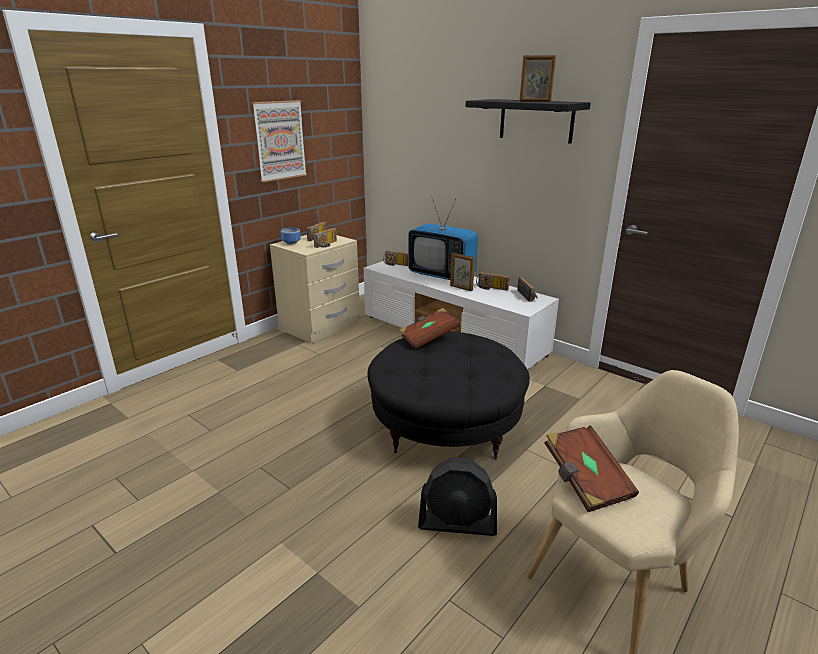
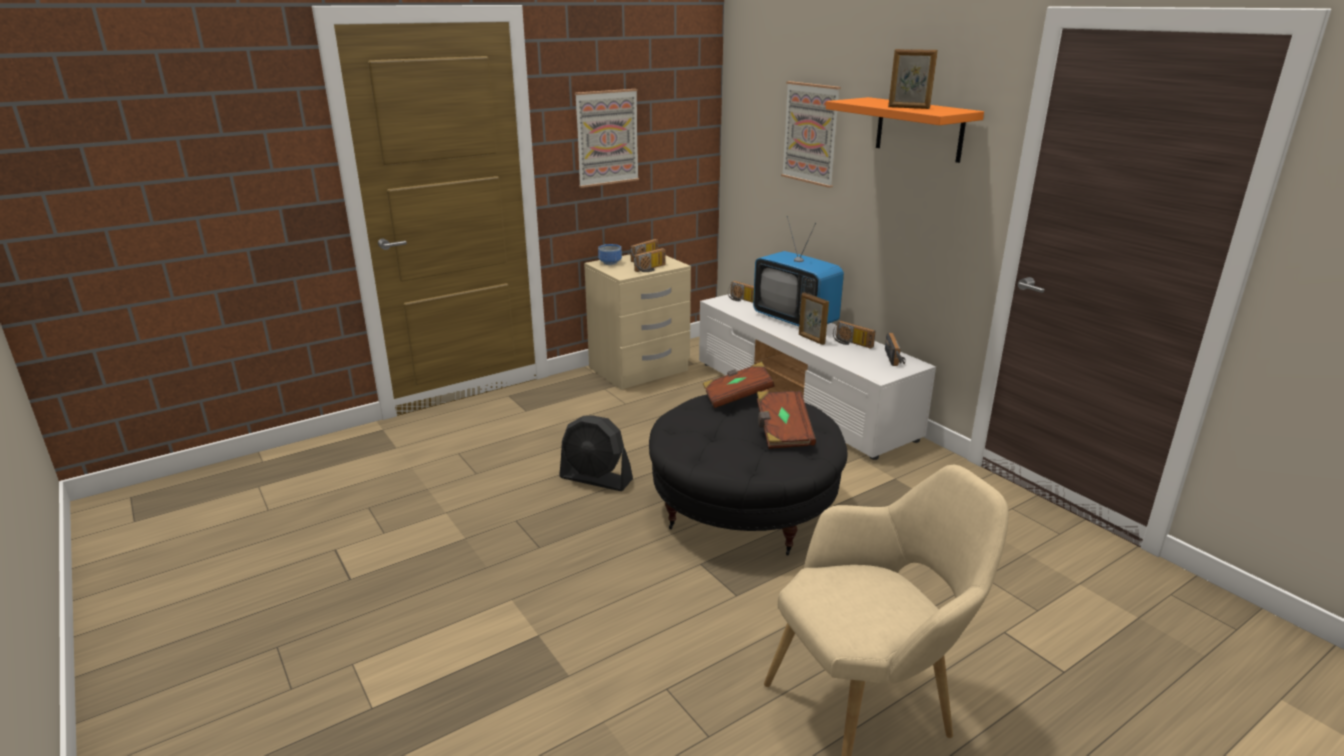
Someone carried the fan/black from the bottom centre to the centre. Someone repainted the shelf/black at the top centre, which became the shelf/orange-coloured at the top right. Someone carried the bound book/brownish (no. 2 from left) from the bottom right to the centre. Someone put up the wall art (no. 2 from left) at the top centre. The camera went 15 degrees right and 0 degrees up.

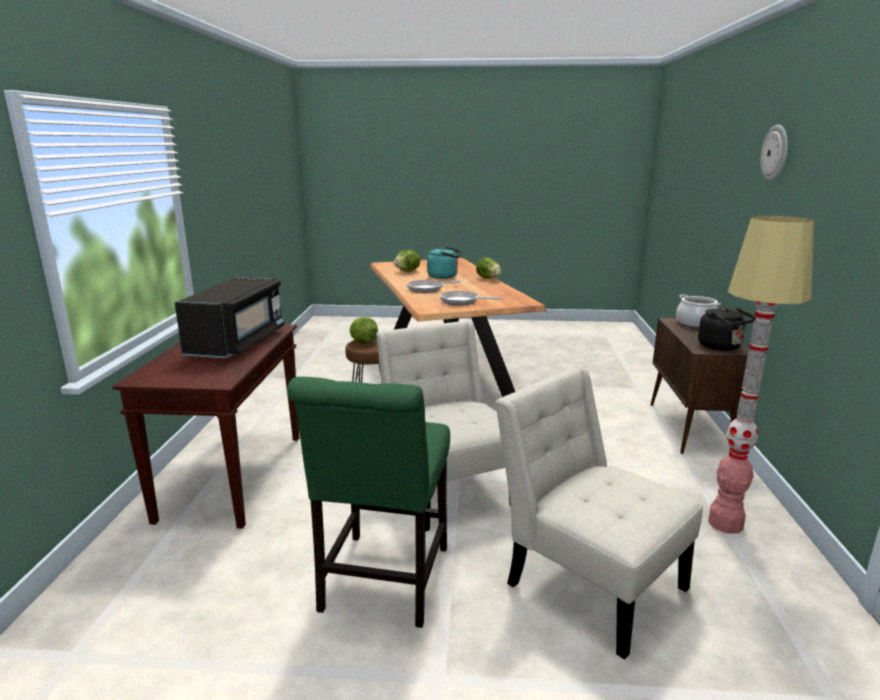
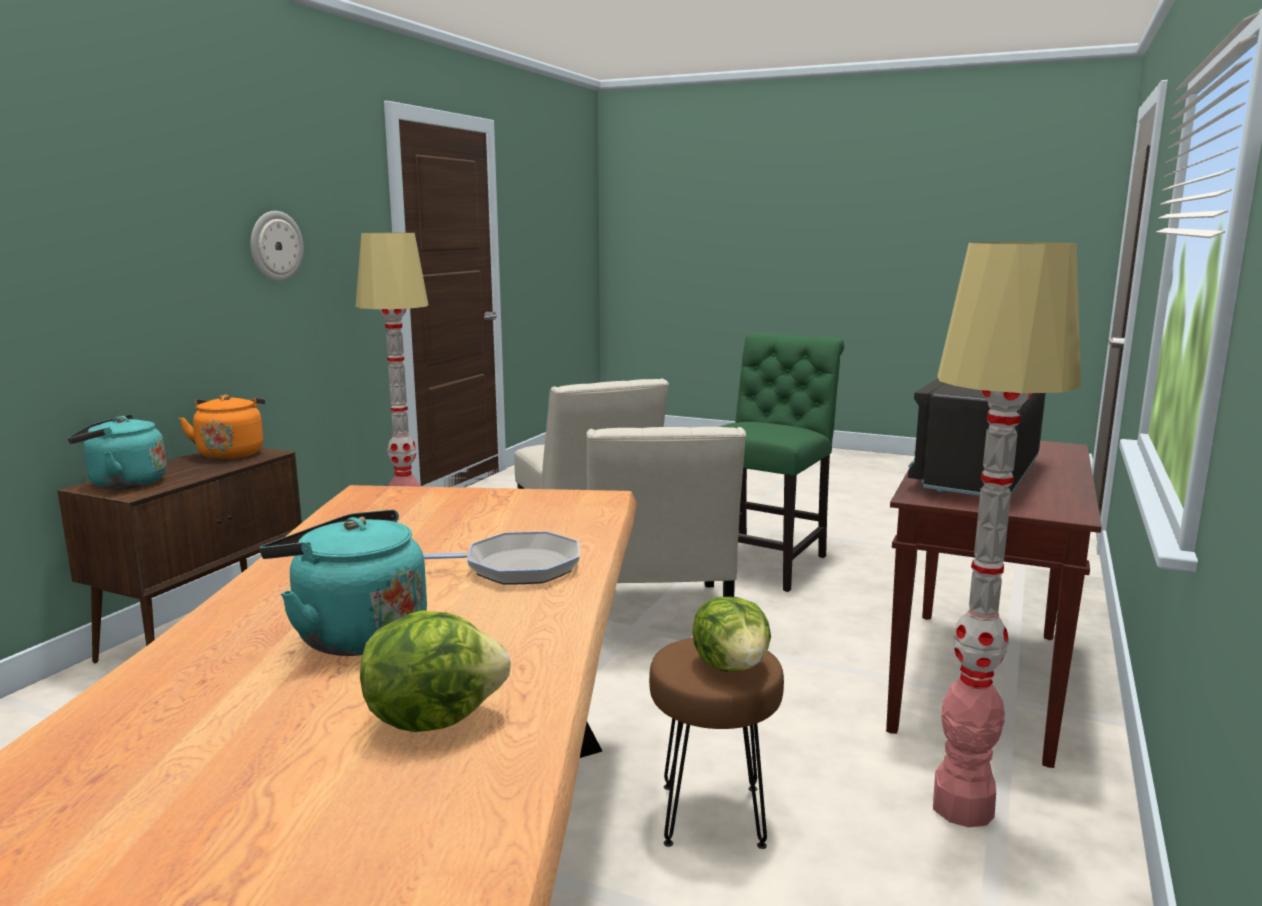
Someone took away the pan (no. 2 from left) at the centre. Someone took away the lettuce (no. 3 from left) at the centre. Someone swapped the stockpot at the middle right for the kettle/turquoise (no. 1 from left) at the middle left. Someone repainted the kettle/black at the middle right, which became the kettle/orange-coloured at the middle left. Someone carried the hanging clock from the top right to the top left. Someone put down the standing lamp (no. 2 from left) at the middle right. The camera went 160 degrees left and 5 degrees down.

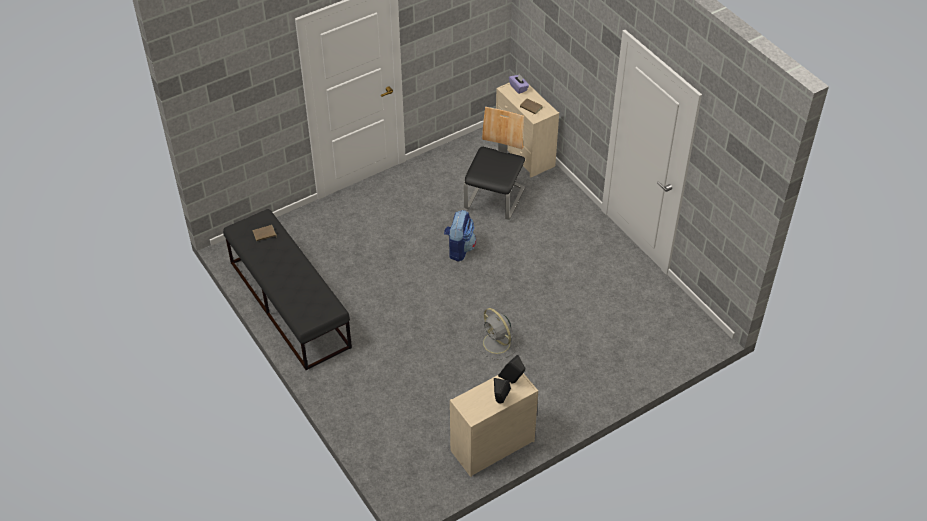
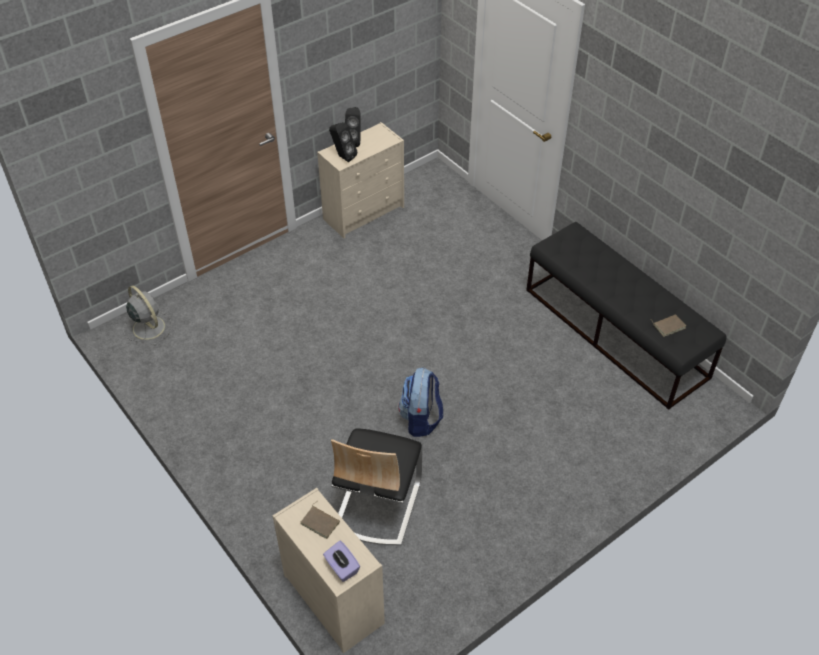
Someone carried the fan/greyish from the centre to the middle left. The camera went 175 degrees right and 0 degrees up.

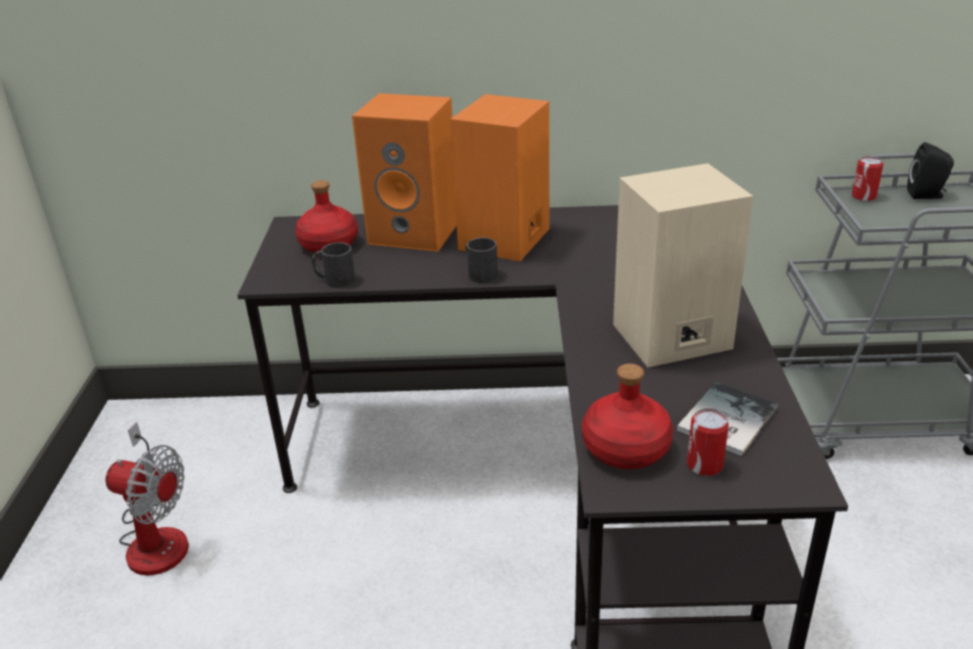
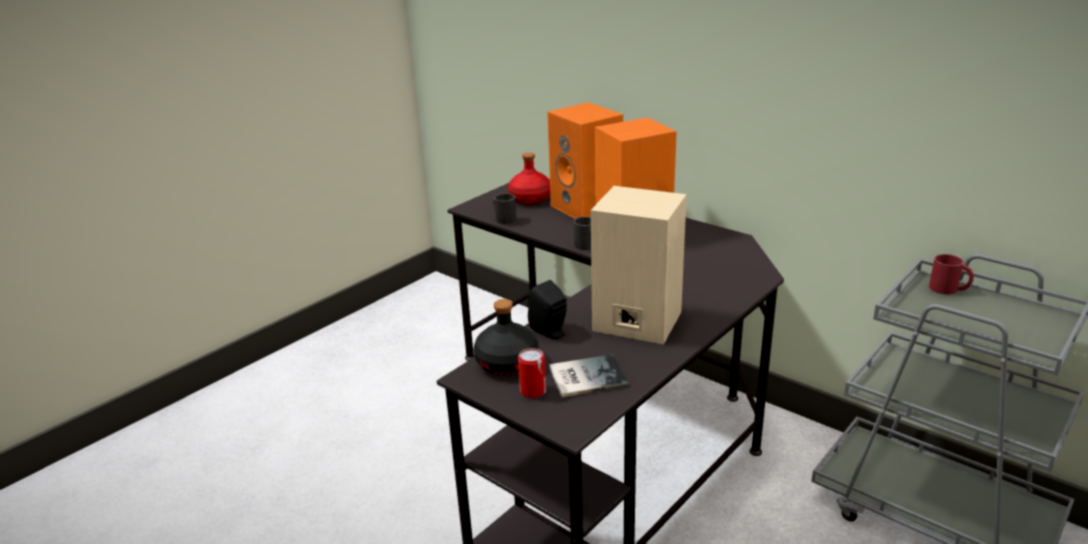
Someone took away the fan at the bottom left. Someone repainted the drink bottle/red-coloured (no. 2 from left) at the centre, which became the drink bottle/black at the centre. Someone swapped the can (no. 2 from left) at the top right for the coffee mug/red-coloured at the middle right. Someone carried the audio speaker/black from the top right to the centre. The camera went 40 degrees right and 5 degrees down.

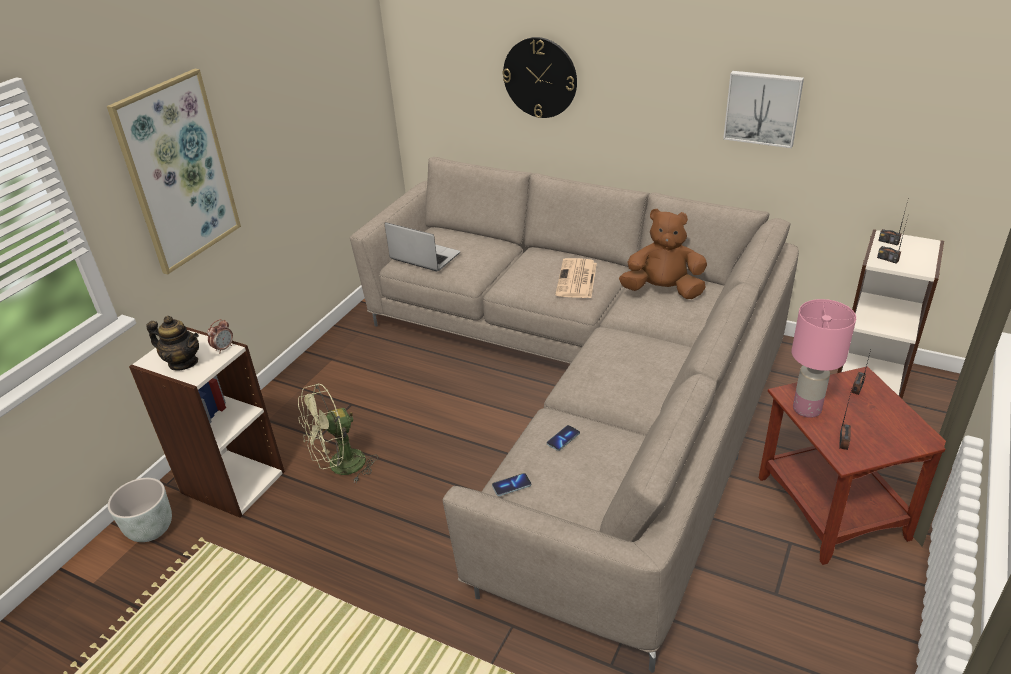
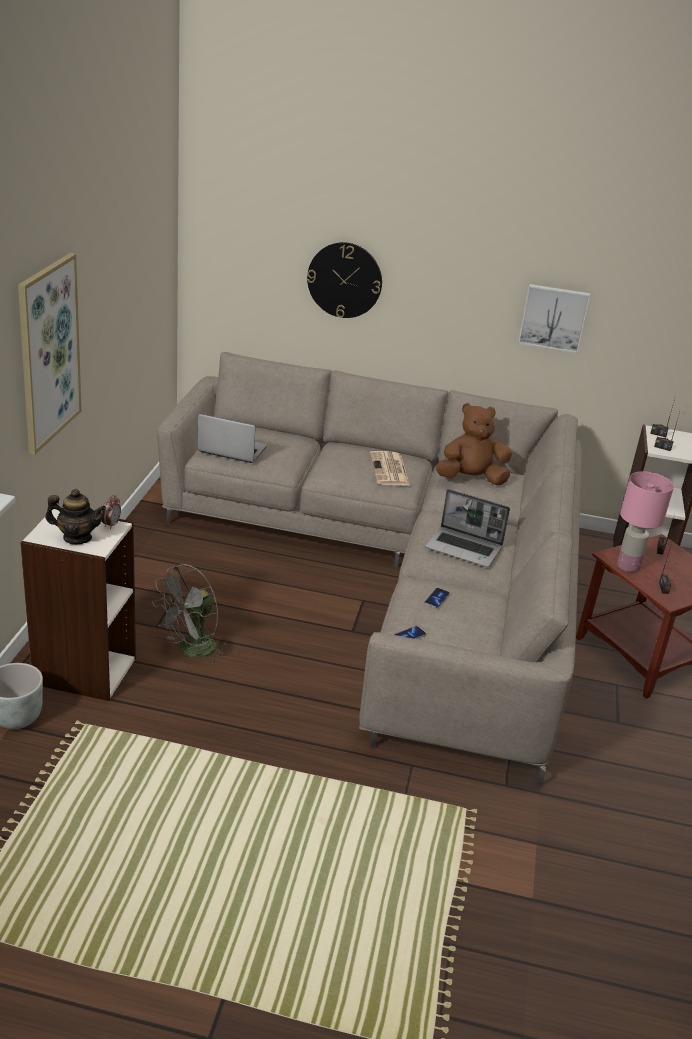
Someone repainted the fan/green-coloured at the centre, which became the fan/greyish at the middle left. Someone put down the laptop (no. 2 from left) at the middle right. The camera went 20 degrees left and 5 degrees down.

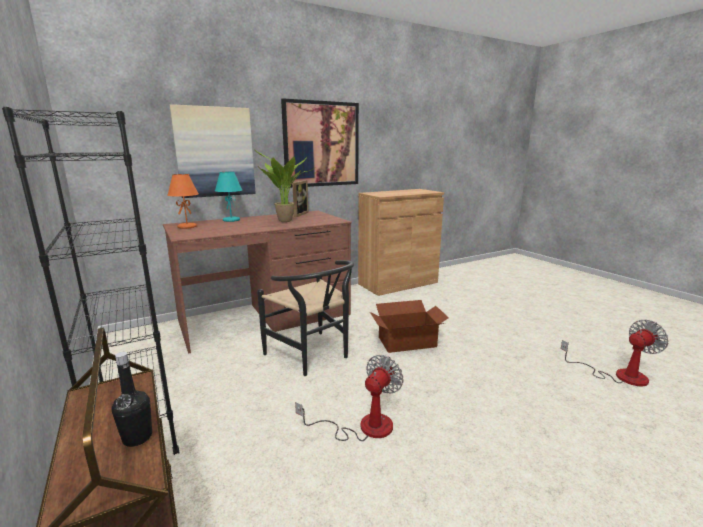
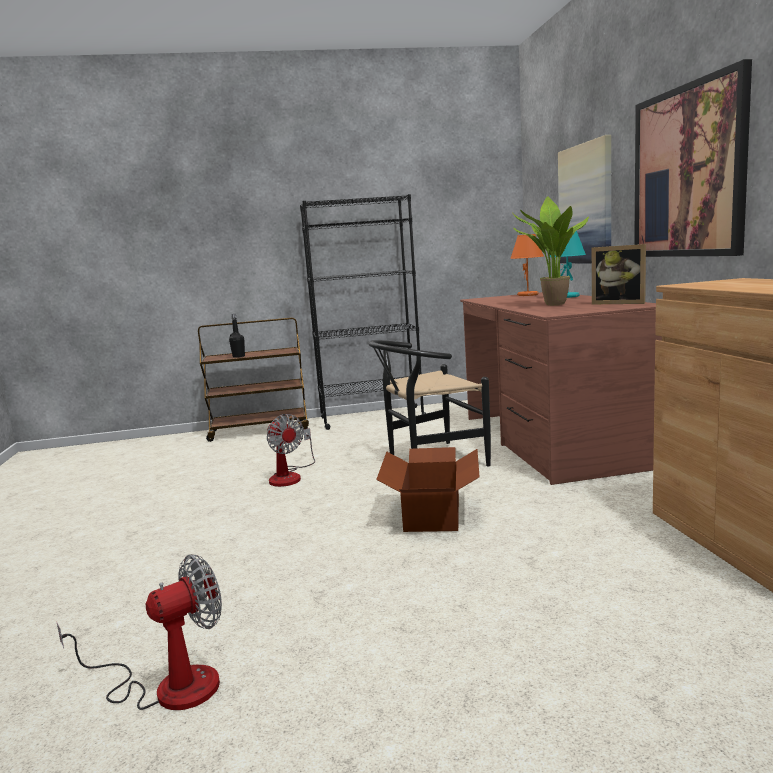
Someone rotated the fan (no. 2 from left in the first image) at the bottom right by 120 degrees counterclockwise. The camera went 110 degrees right and 5 degrees down.

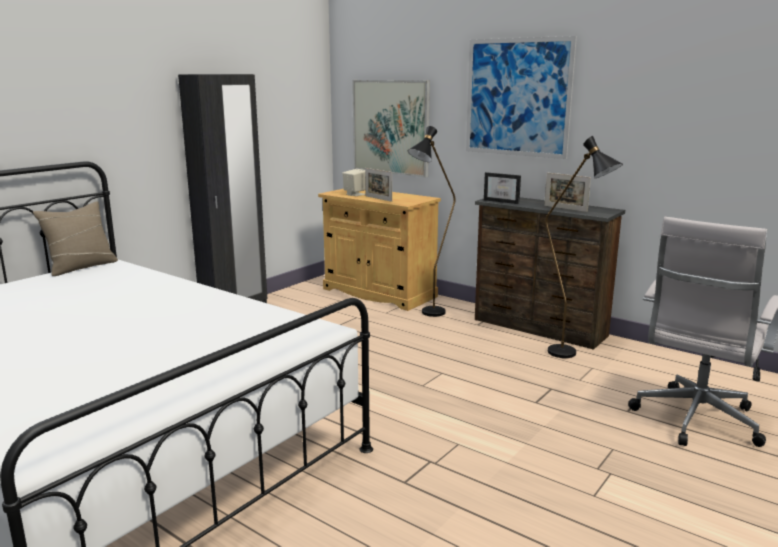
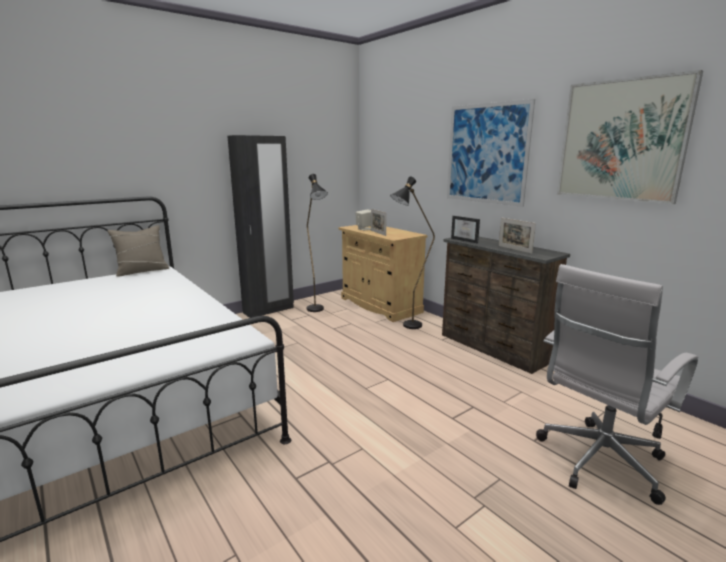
Someone carried the wall art (no. 1 from left in the first image) from the top centre to the top right. Someone carried the standing lamp/black (no. 2 from left in the first image) from the middle right to the centre. The camera went 15 degrees right and 0 degrees up.

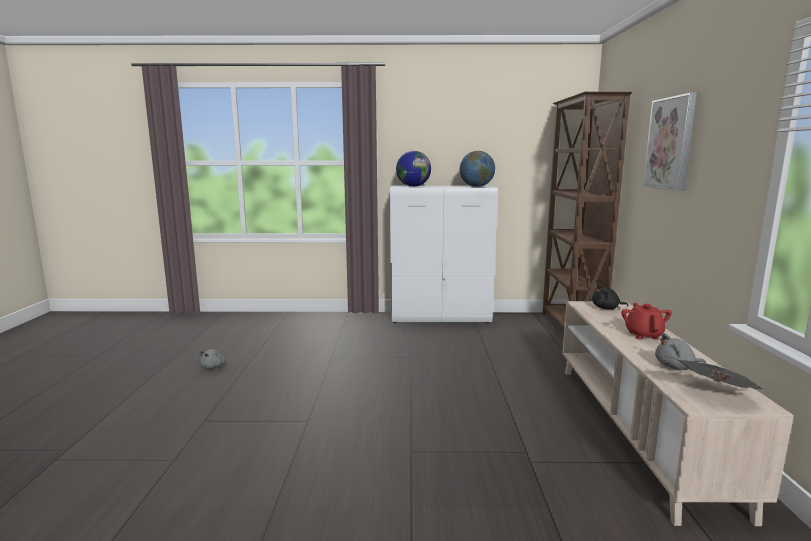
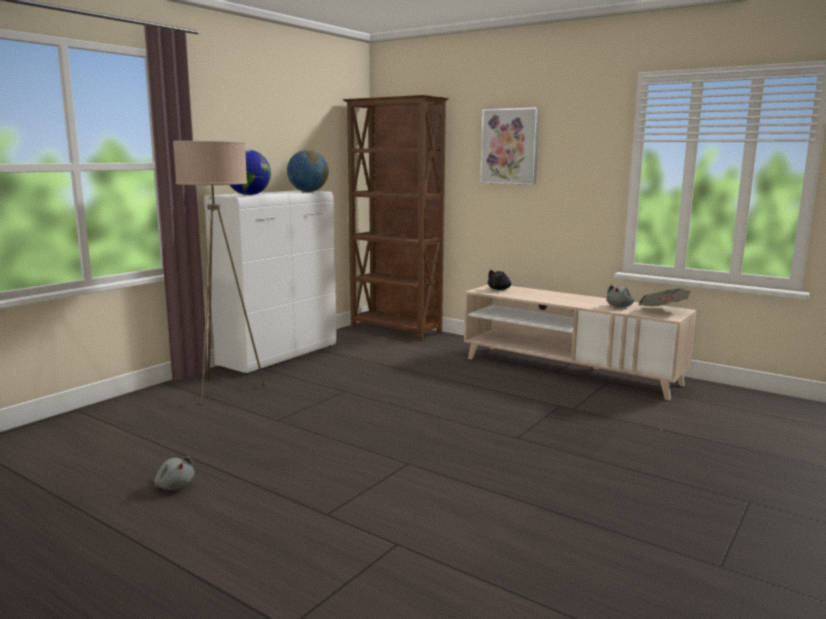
Someone took away the teapot/red-coloured at the middle right. Someone put down the standing lamp/beige at the middle left. The camera went 55 degrees left and 0 degrees up.

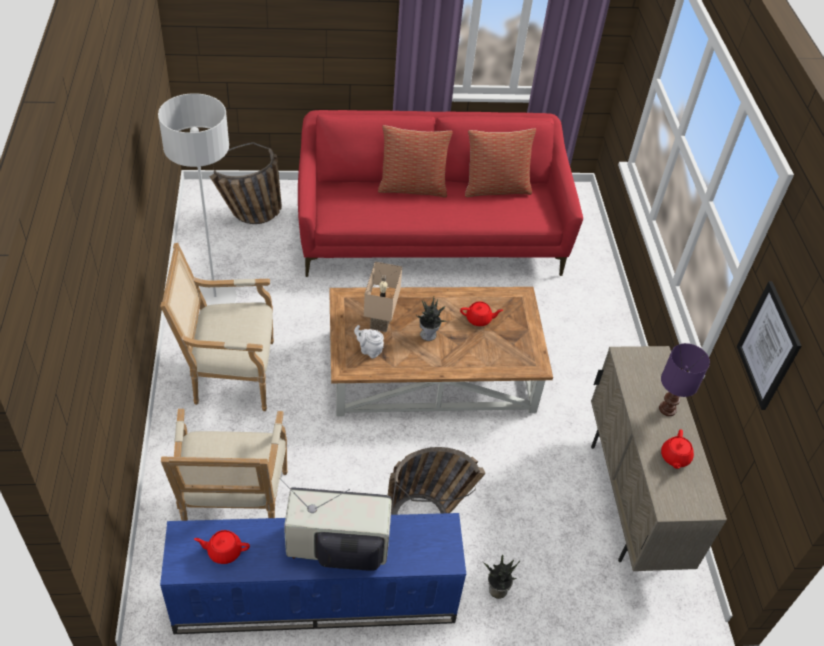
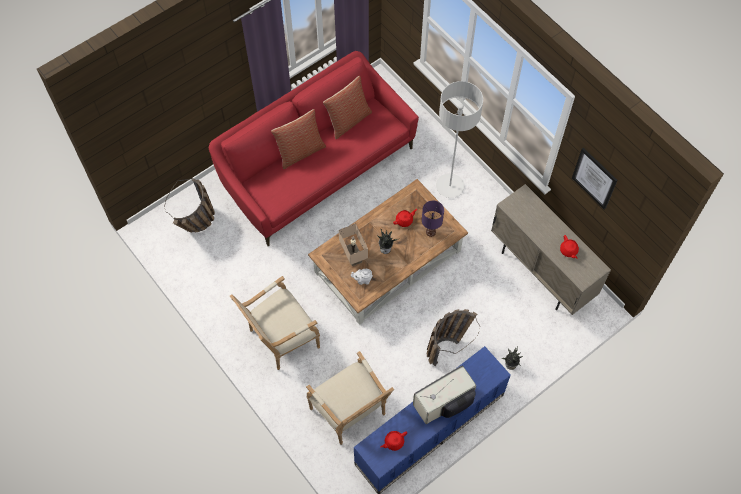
Someone carried the standing lamp/greyish from the top left to the top centre. Someone carried the lamp for a table/purple from the middle right to the centre. The camera went 30 degrees left and 15 degrees up.

